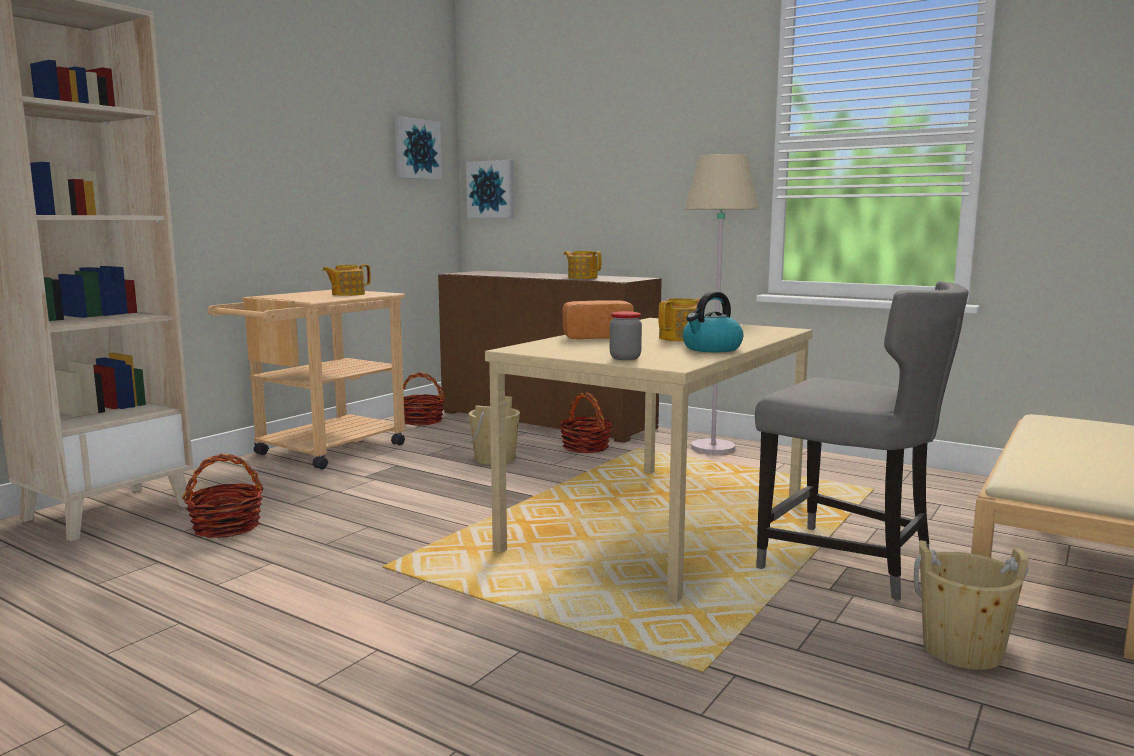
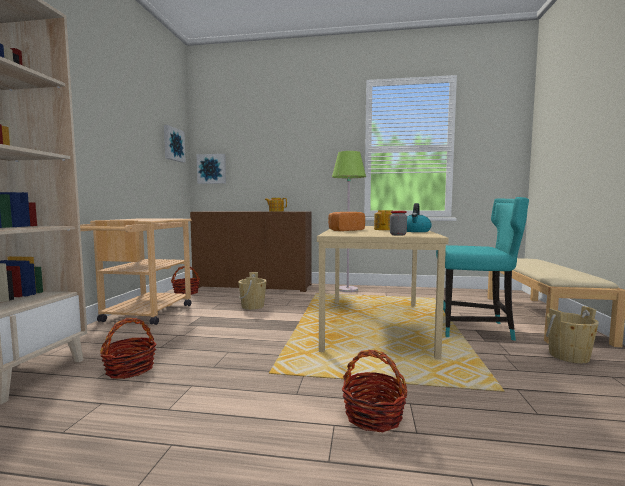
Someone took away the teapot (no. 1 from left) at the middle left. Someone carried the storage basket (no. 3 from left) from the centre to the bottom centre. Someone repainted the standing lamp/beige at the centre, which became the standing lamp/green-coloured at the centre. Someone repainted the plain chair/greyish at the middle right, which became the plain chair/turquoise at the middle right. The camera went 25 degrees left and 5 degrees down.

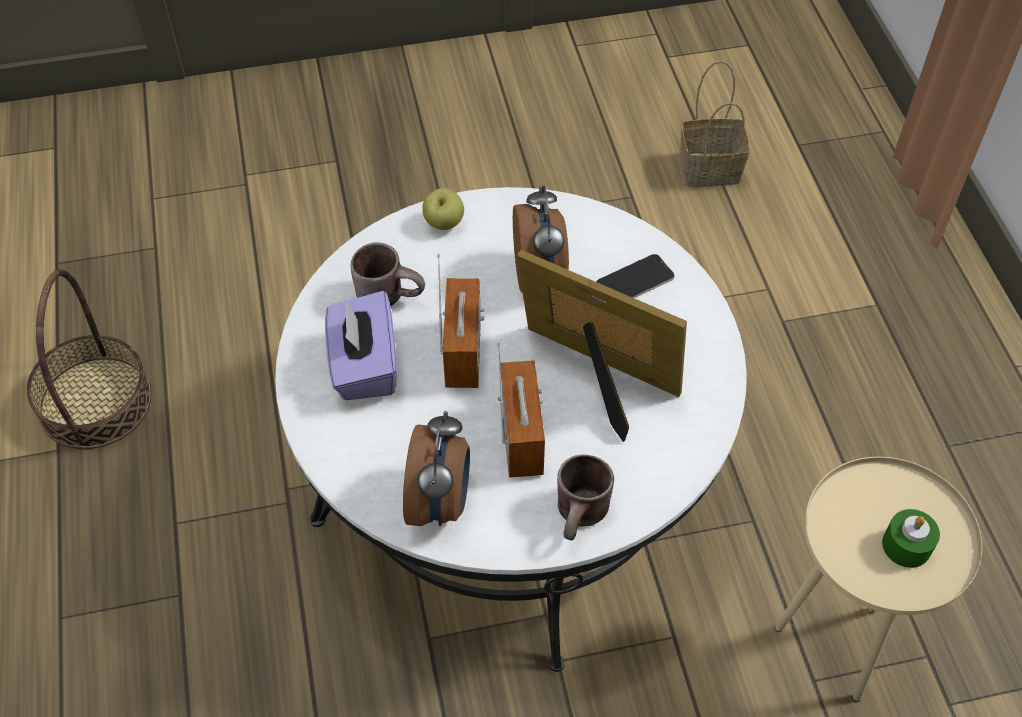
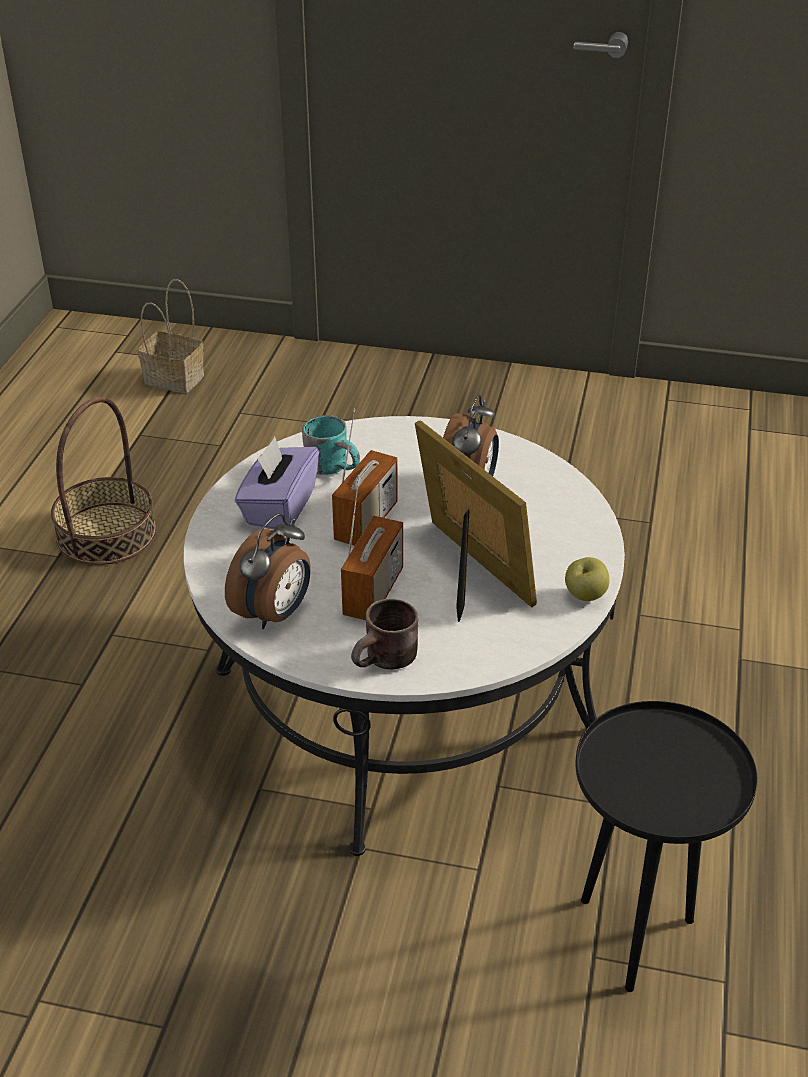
Someone repainted the coffee mug/brownish (no. 1 from left) at the centre, which became the coffee mug/turquoise at the centre. Someone carried the whole apple from the top centre to the middle right. Someone took away the phone at the centre. Someone carried the storage basket (no. 2 from left) from the top right to the top left. Someone repainted the accent table/beige at the bottom right, which became the accent table/black at the bottom right. Someone took away the candle/green-coloured at the bottom right. The camera went 25 degrees right and 15 degrees down.

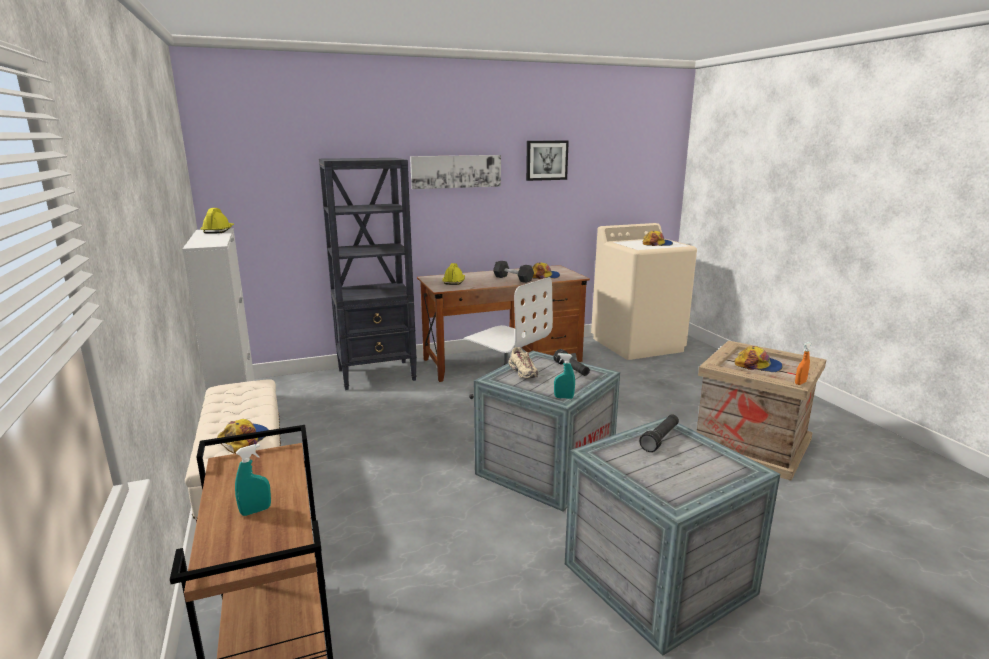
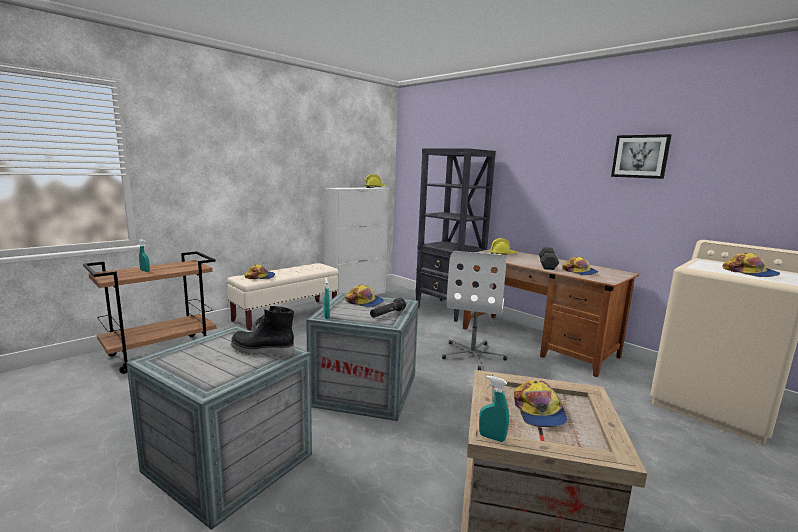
Someone took away the wall art (no. 1 from left) at the top centre. Someone swapped the shoe/beige at the centre for the baseball cap (no. 2 from left) at the centre. Someone swapped the torch/black (no. 2 from left) at the centre for the high-top boot/black at the middle left. Someone repainted the spray bottle/orange-coloured at the middle right, which became the spray bottle/turquoise (no. 3 from left) at the bottom centre. The camera went 65 degrees right and 5 degrees down.

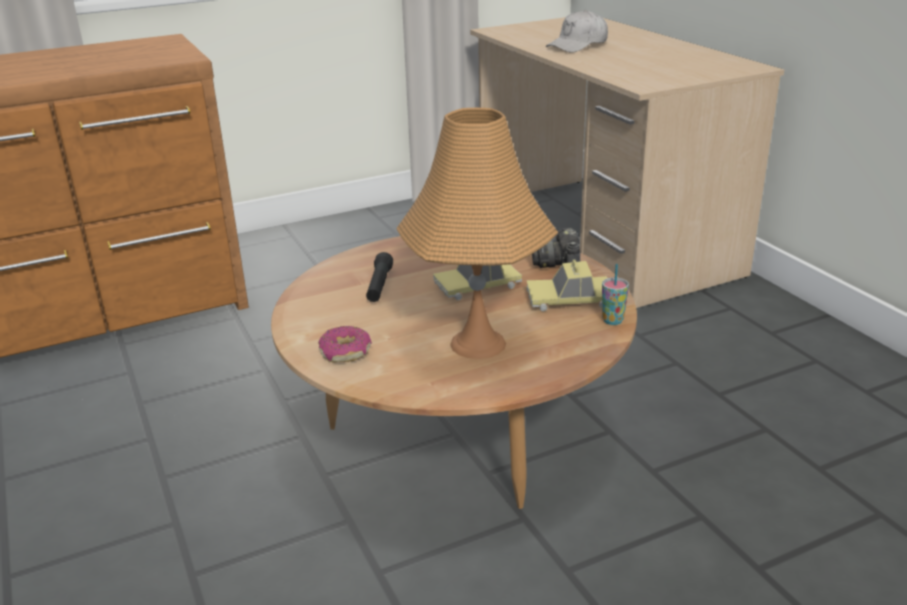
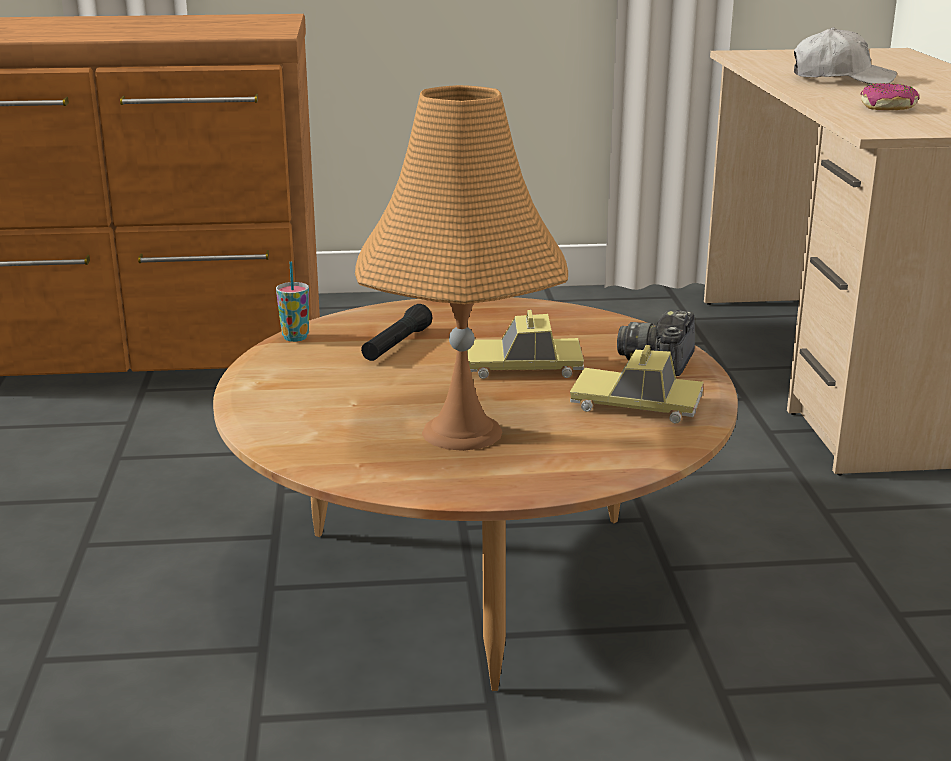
Someone carried the ring doughnut from the centre to the top right. Someone rotated the baseball cap/white-coloured at the top centre by 150 degrees counterclockwise. Someone carried the cup from the middle right to the middle left. The camera went 20 degrees right and 5 degrees down.

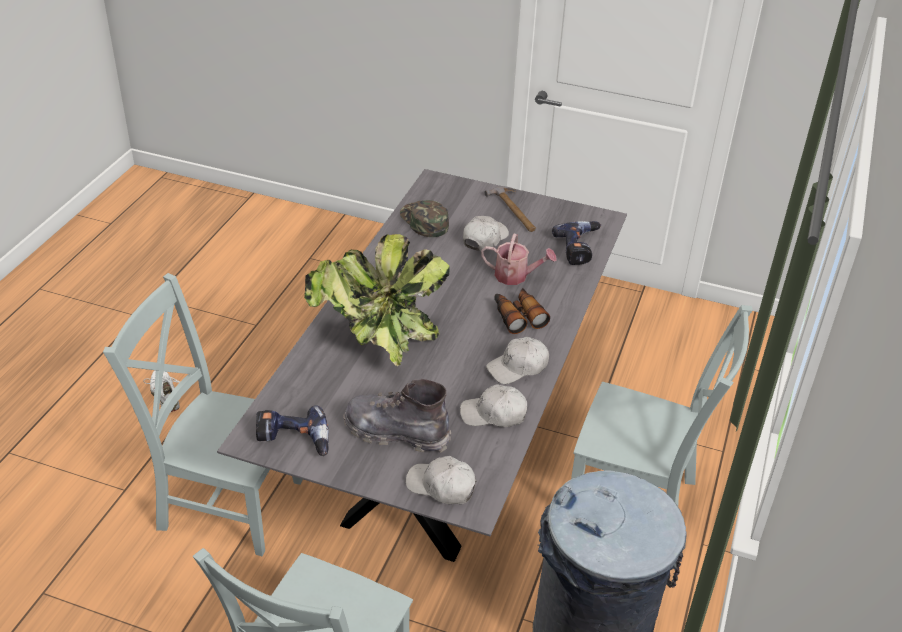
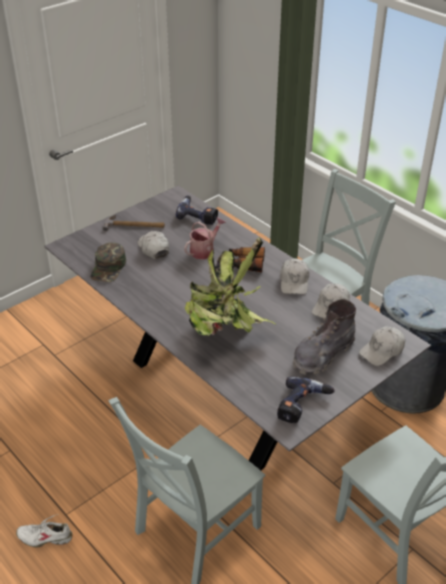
Someone rotated the baseball cap/green-coloured at the centre by 75 degrees counterclockwise. The camera went 60 degrees left and 0 degrees up.

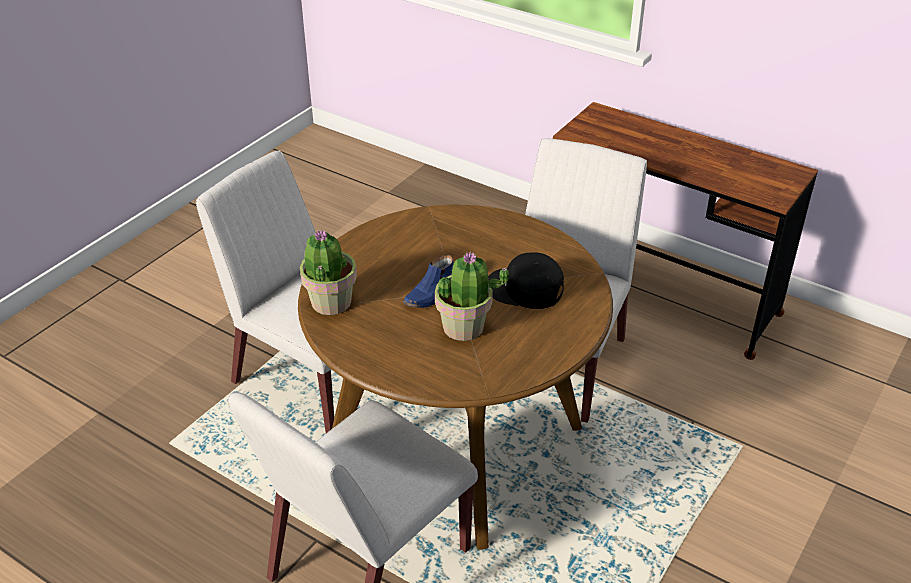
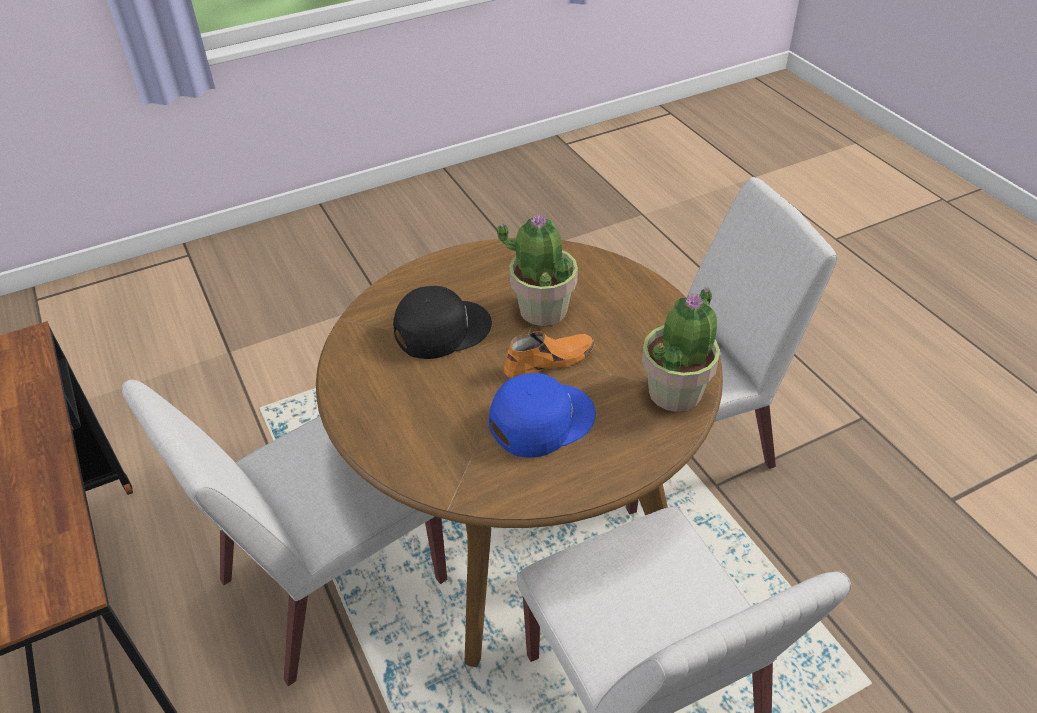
Someone repainted the shoe/blue at the centre, which became the shoe/orange-coloured at the centre. Someone rotated the baseball cap/black at the centre by 75 degrees counterclockwise. Someone put down the baseball cap/blue at the centre. The camera went 150 degrees left and 5 degrees up.

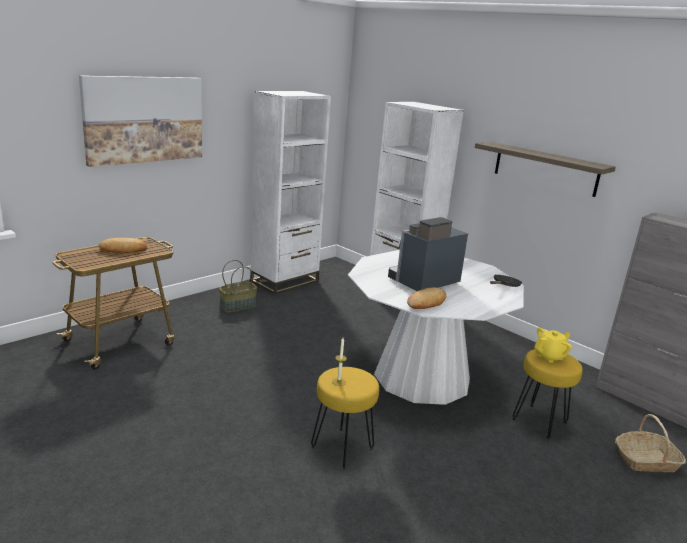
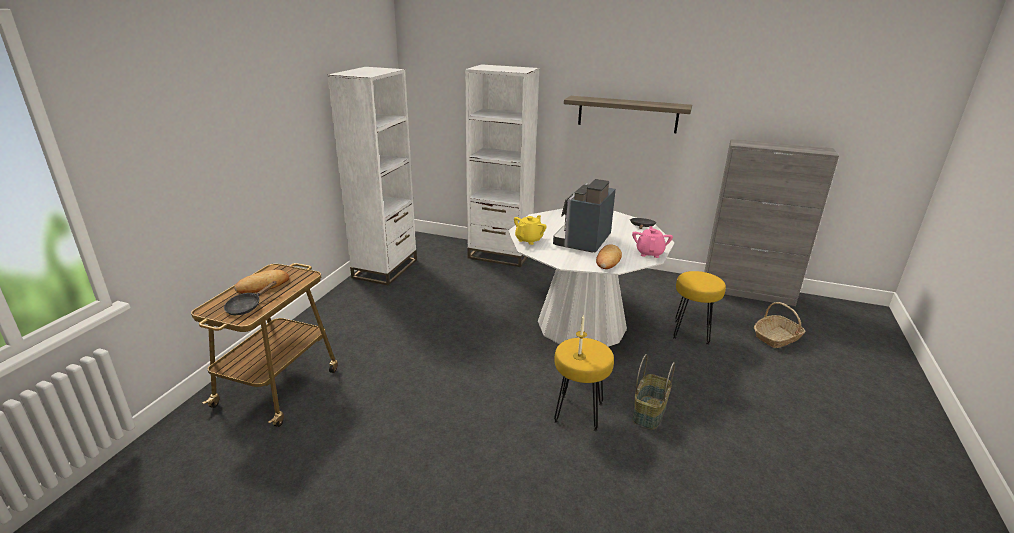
Someone took away the wall art at the top left. Someone carried the storage basket (no. 1 from left) from the centre to the bottom centre. Someone carried the teapot/yellow-coloured from the middle right to the centre. Someone put down the pan/black (no. 1 from left) at the middle left. Someone put down the teapot/pink at the centre. The camera went 25 degrees left and 5 degrees up.

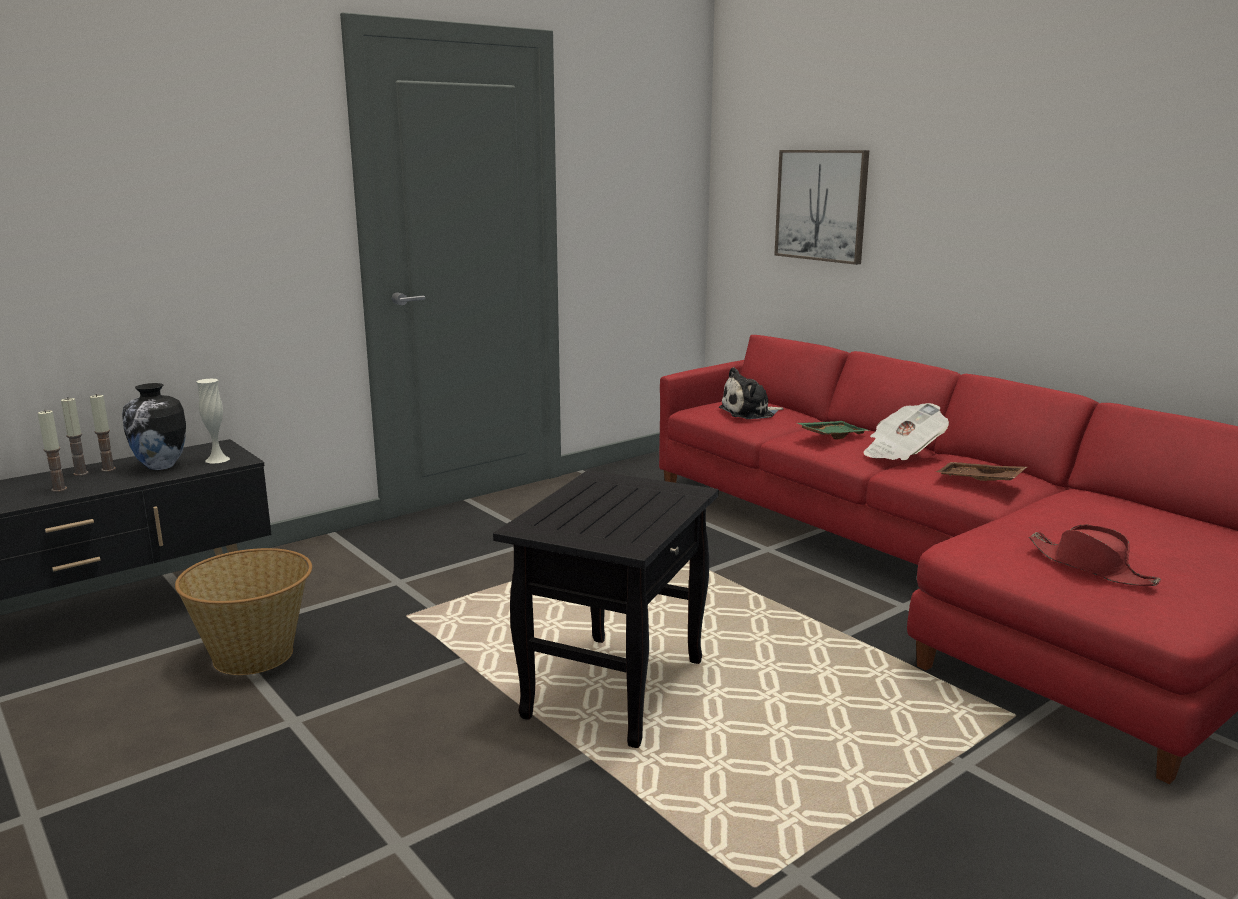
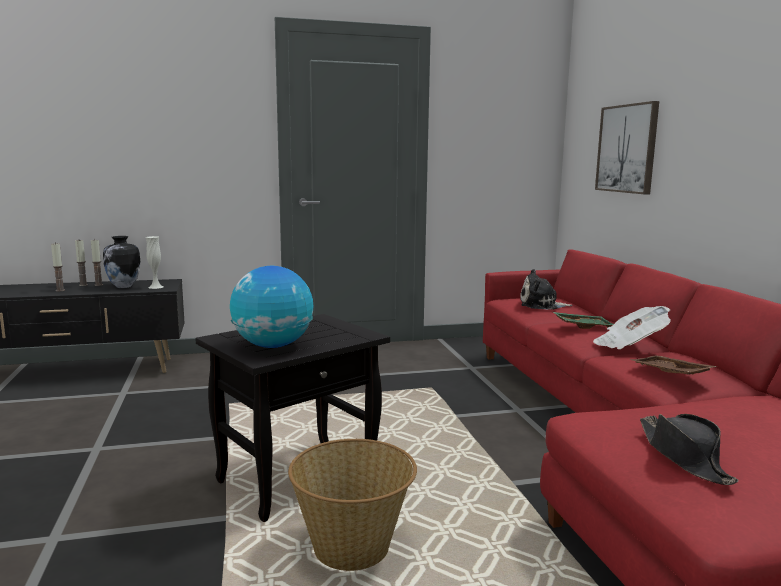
Someone carried the storage basket from the bottom left to the bottom centre. Someone repainted the wearable hat/red-coloured at the middle right, which became the wearable hat/black at the bottom right. Someone put down the globe at the centre. The camera went 25 degrees right and 5 degrees down.

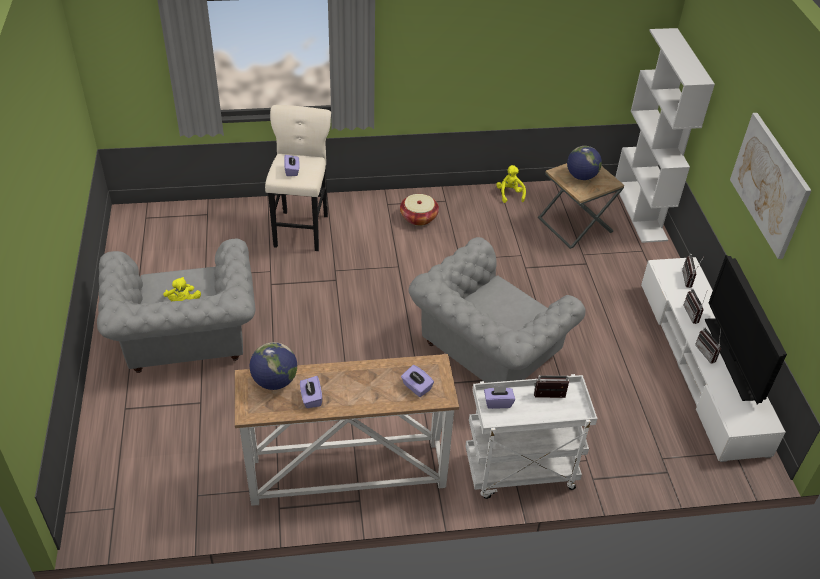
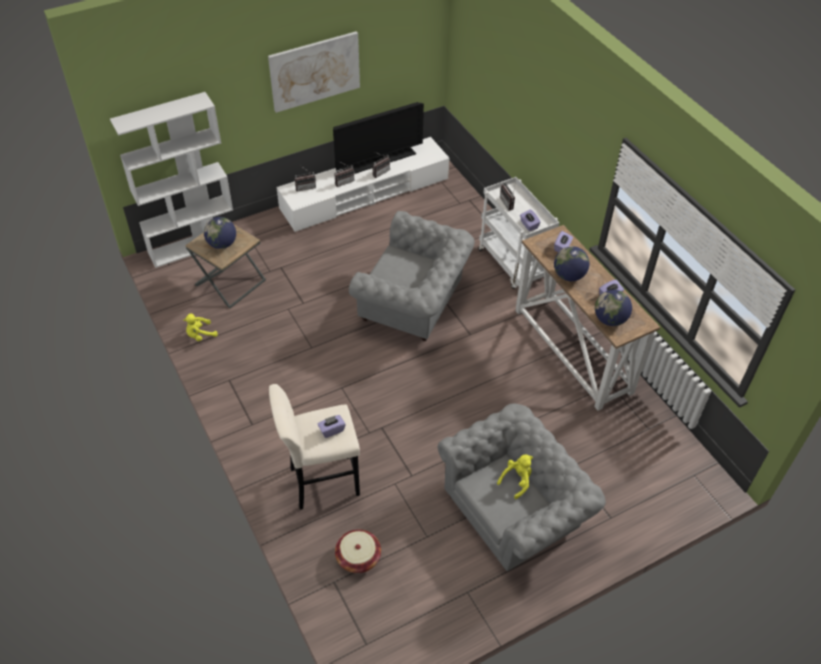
Someone carried the storage basket from the centre to the bottom centre. Someone put down the globe (no. 2 from left) at the middle right. The camera went 110 degrees left and 5 degrees up.

